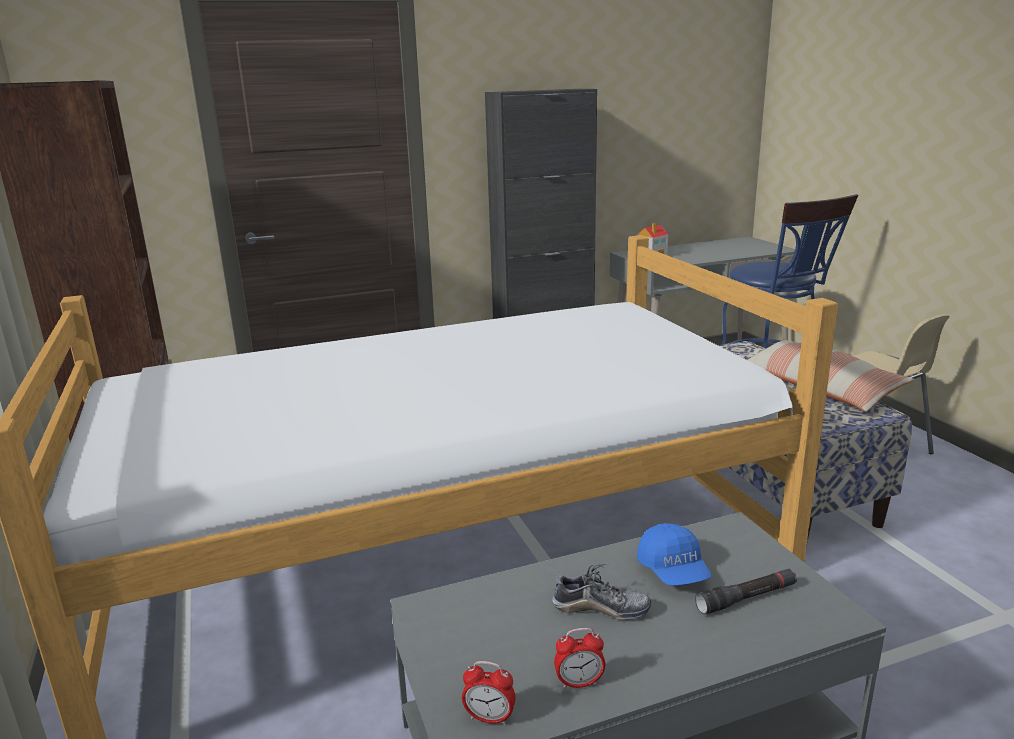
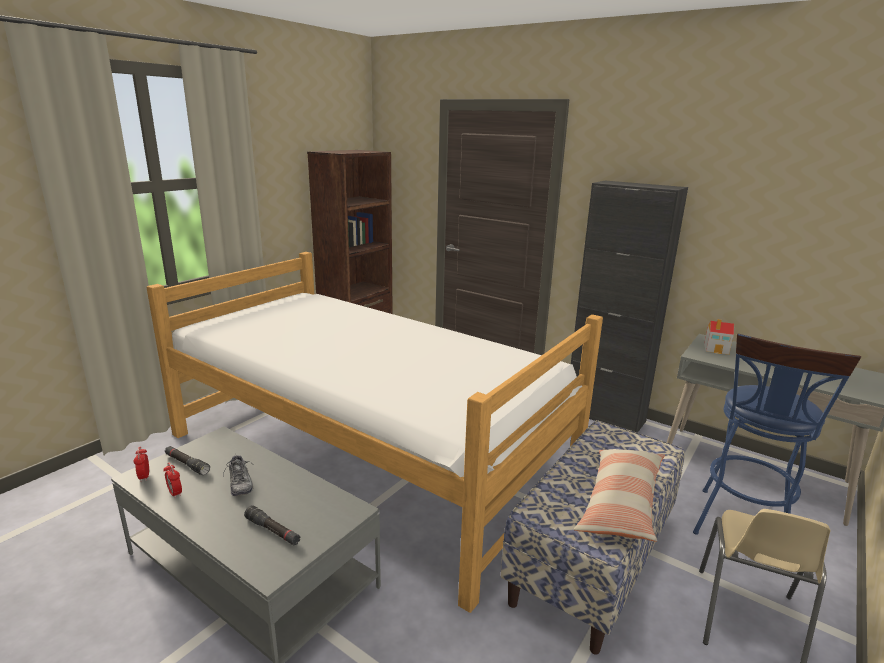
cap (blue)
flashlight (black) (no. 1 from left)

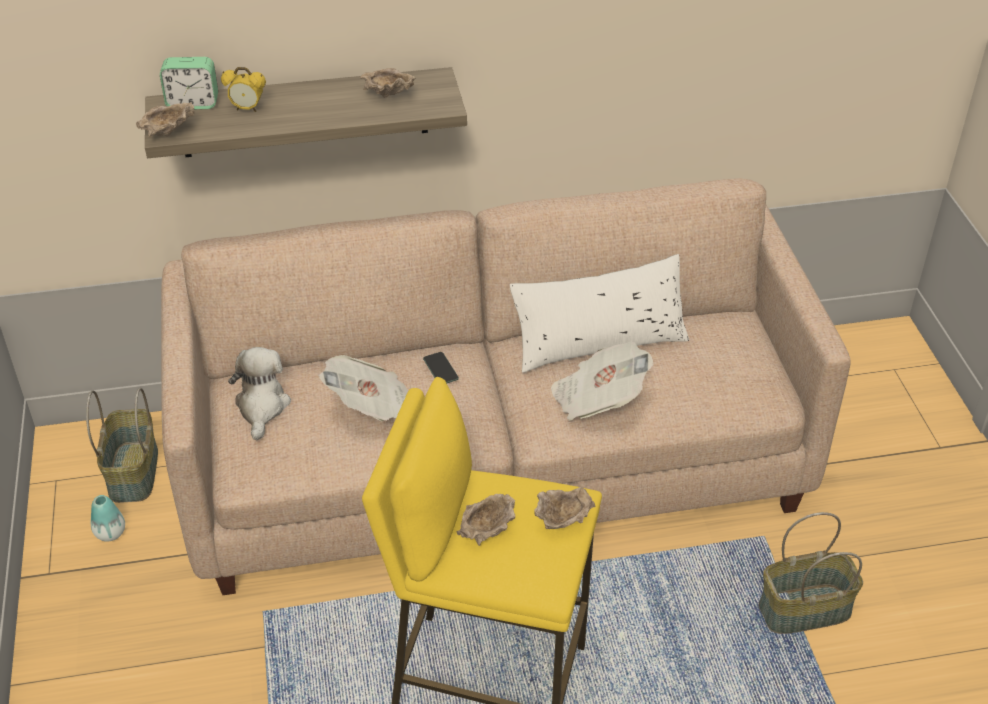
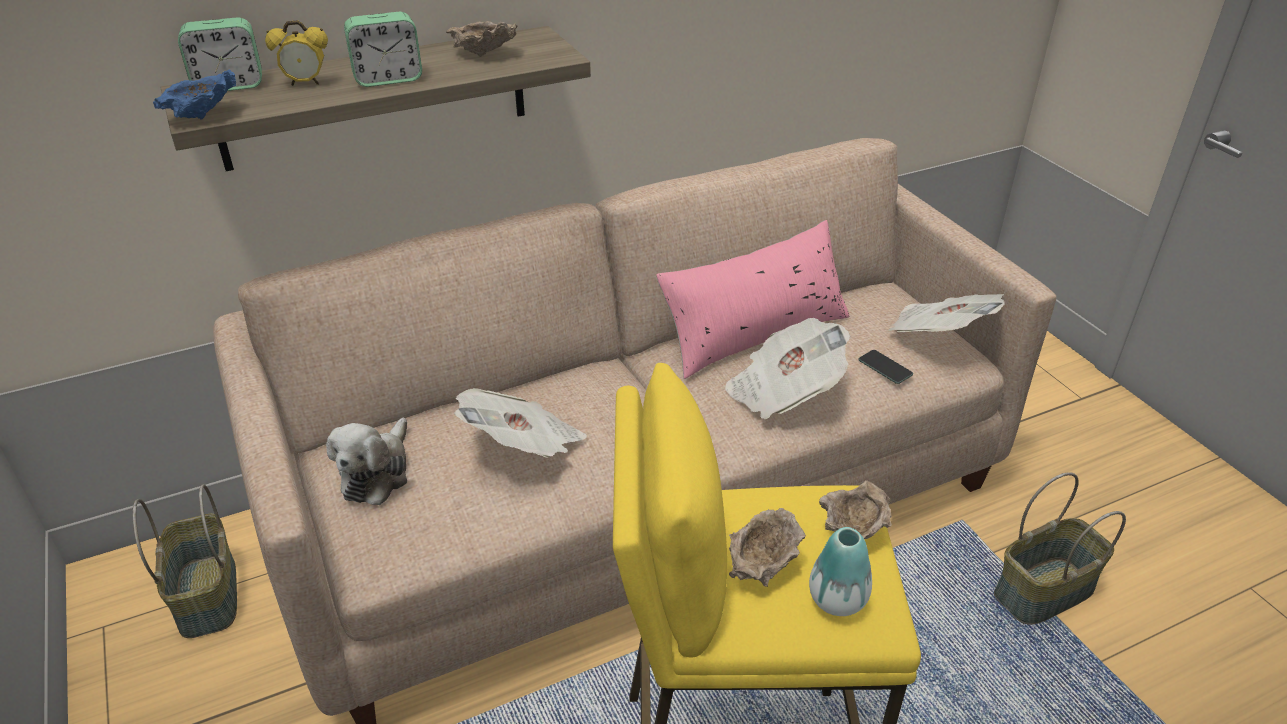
bowl (blue)
pillow (pink)
plush toy
phone
vase
alarm clock (no. 3 from left)
newspaper (no. 3 from left)

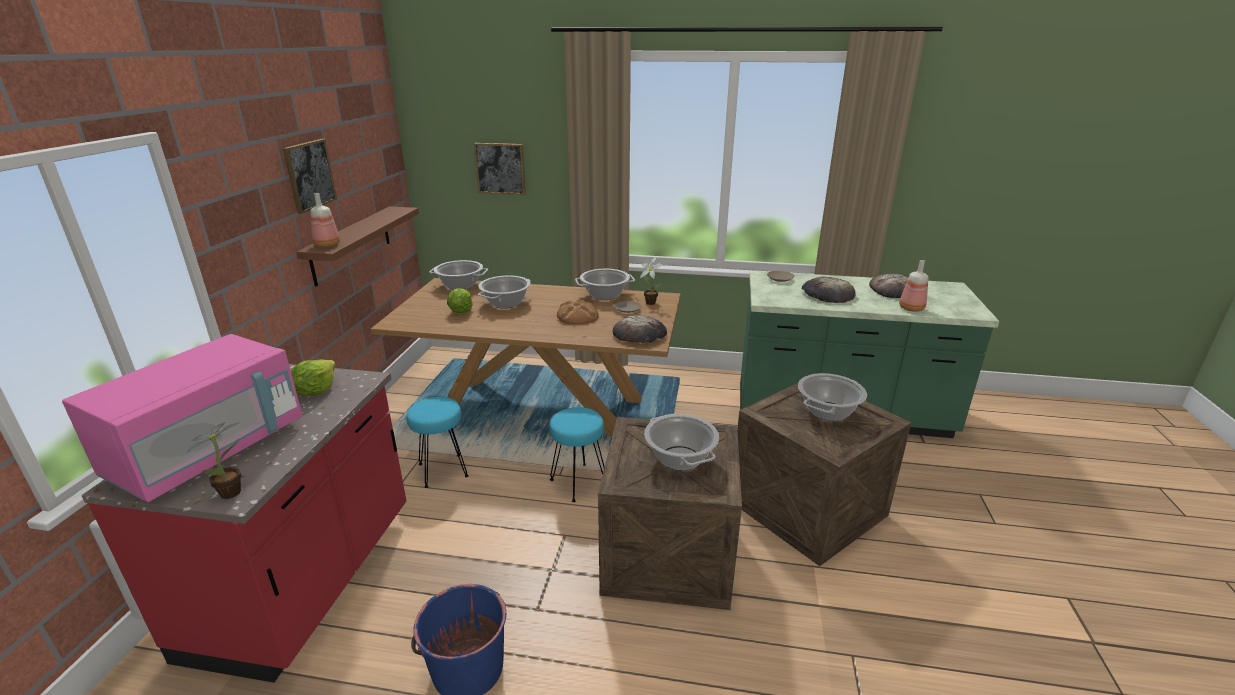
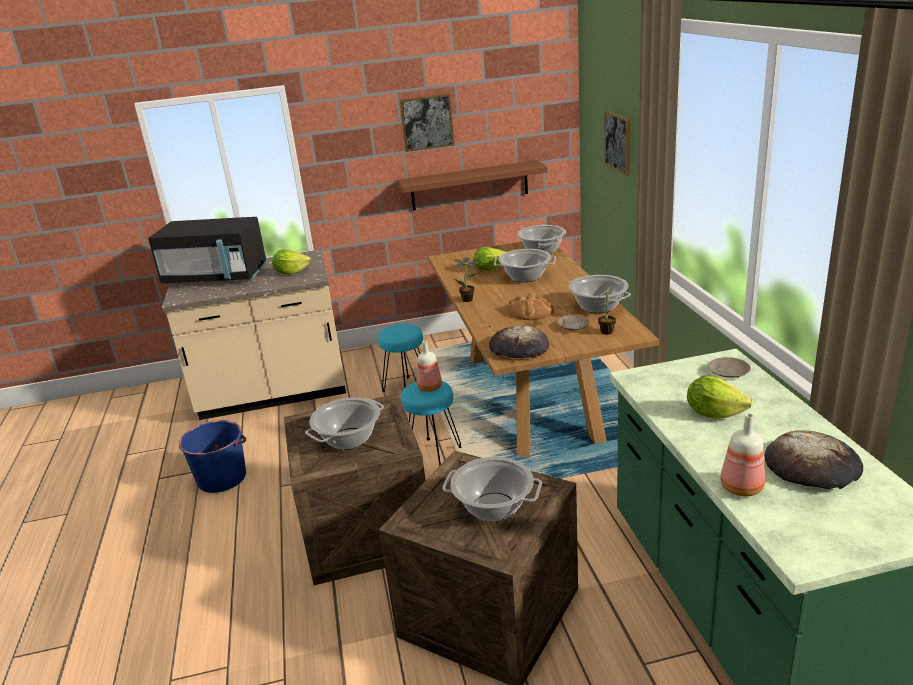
bottle (no. 1 from left)
lettuce (no. 3 from left)
microwave (black)
counter (beige)
potted plant (no. 1 from left)

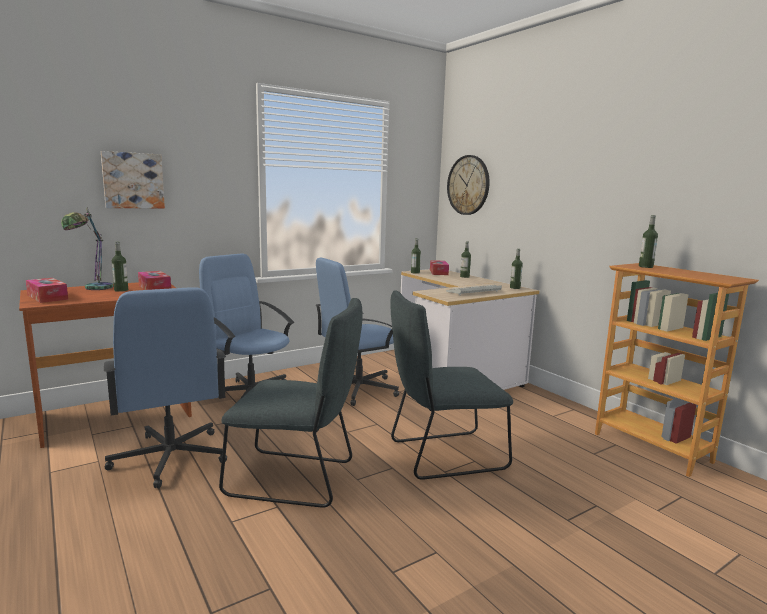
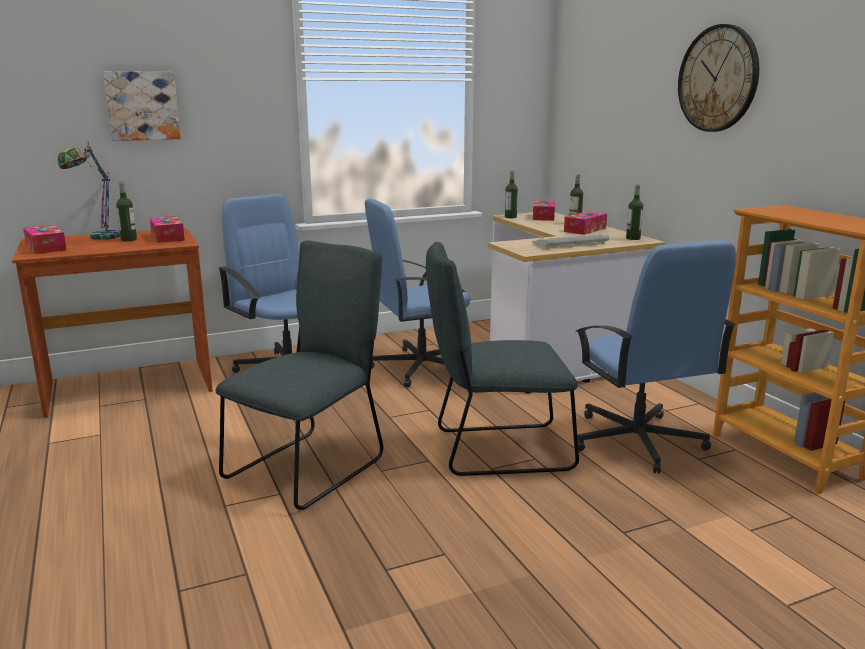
wall clock
bottle (no. 5 from left in the first image)
office chair (blue) (no. 3 from left)
chair (grey) (no. 1 from left)
tissue box (no. 4 from left)

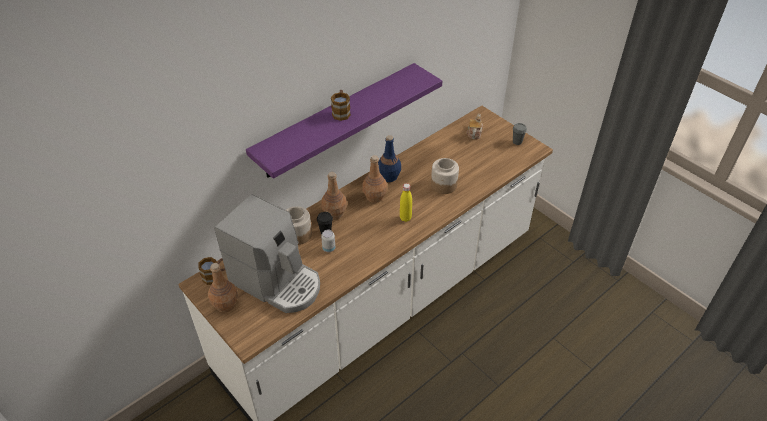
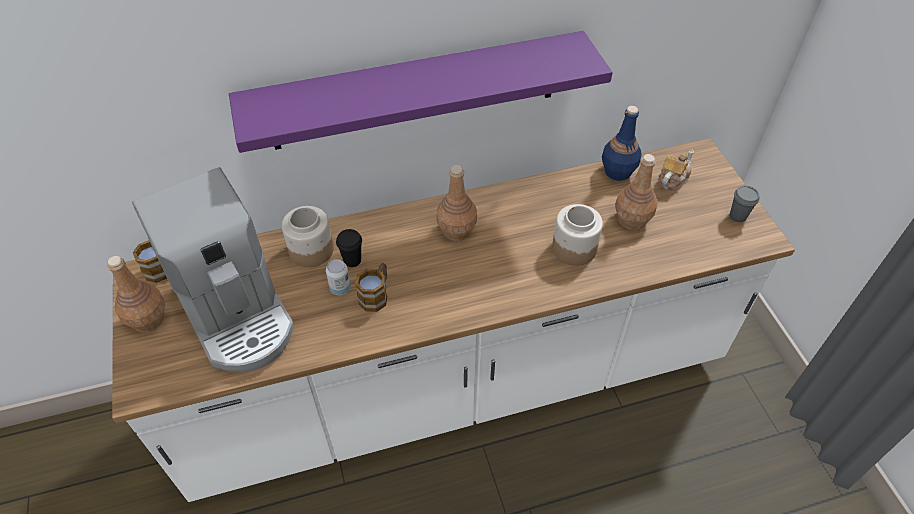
mug (no. 2 from left)
bottle (blue)
bottle (brown) (no. 3 from left)
bottle (yellow)

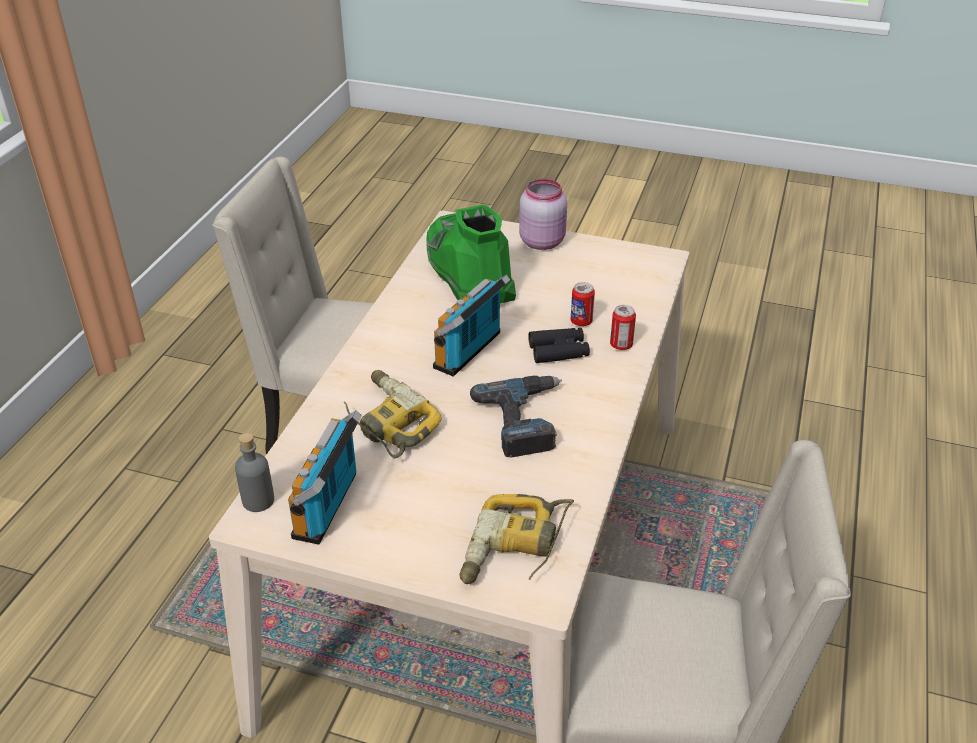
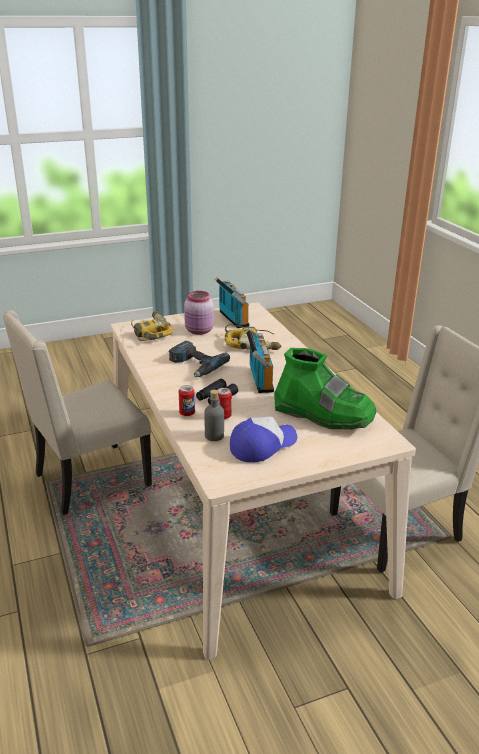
jar (pink)
bottle (grey)
cap

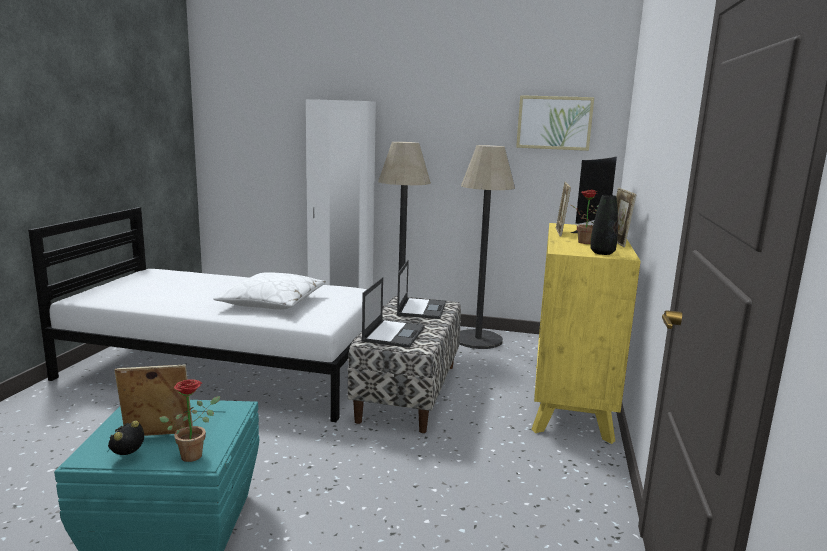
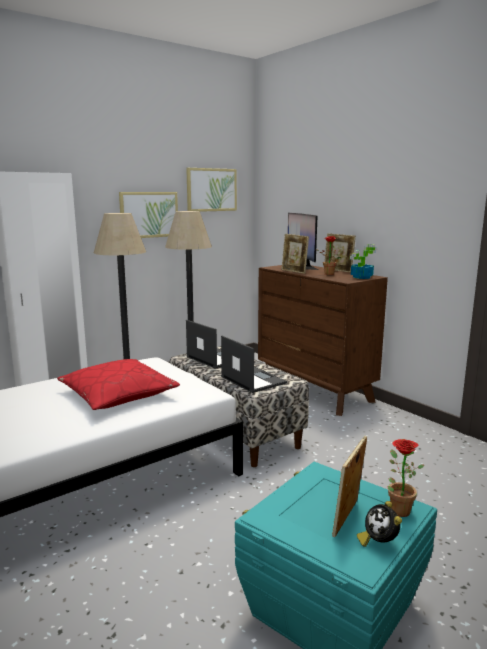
potted plant (no. 2 from left)
dresser (brown)
pillow (red)
picture (no. 1 from left)

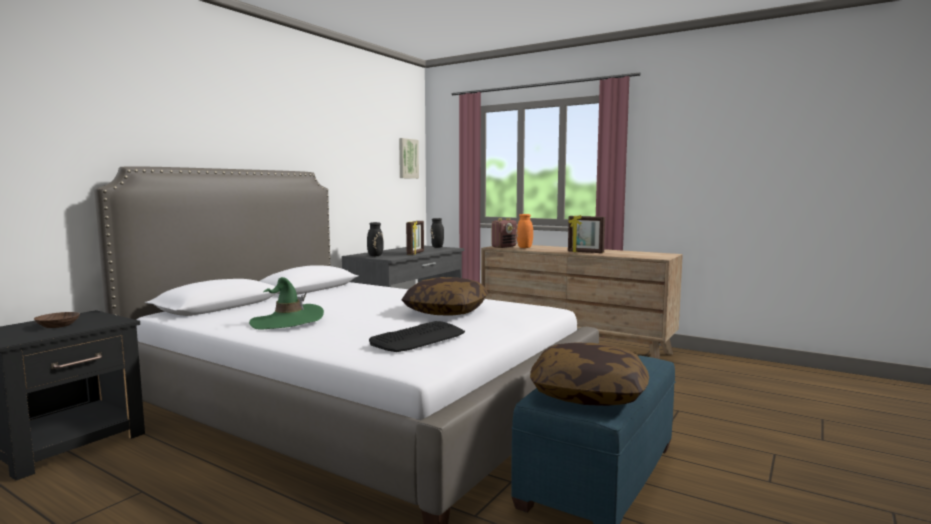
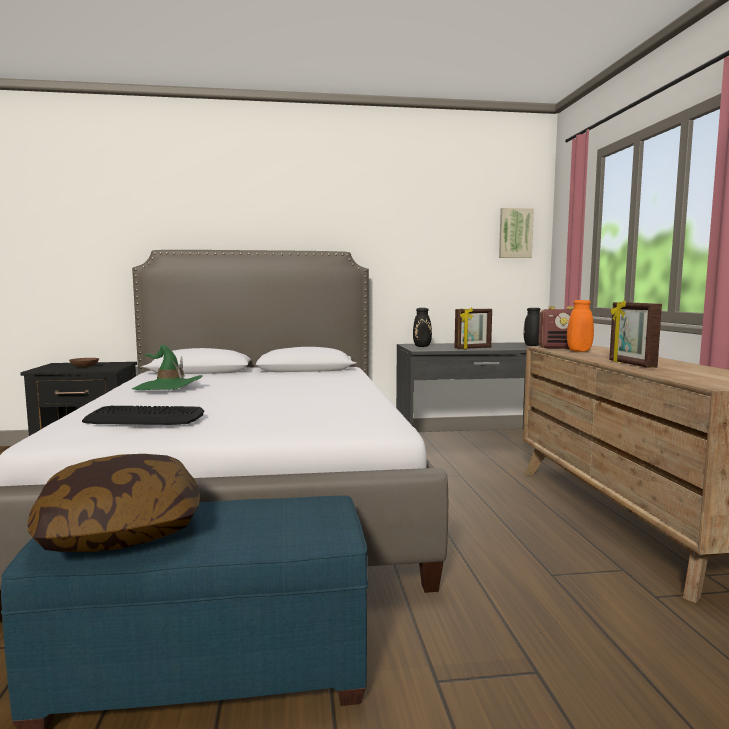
pillow (no. 1 from left in the first image)

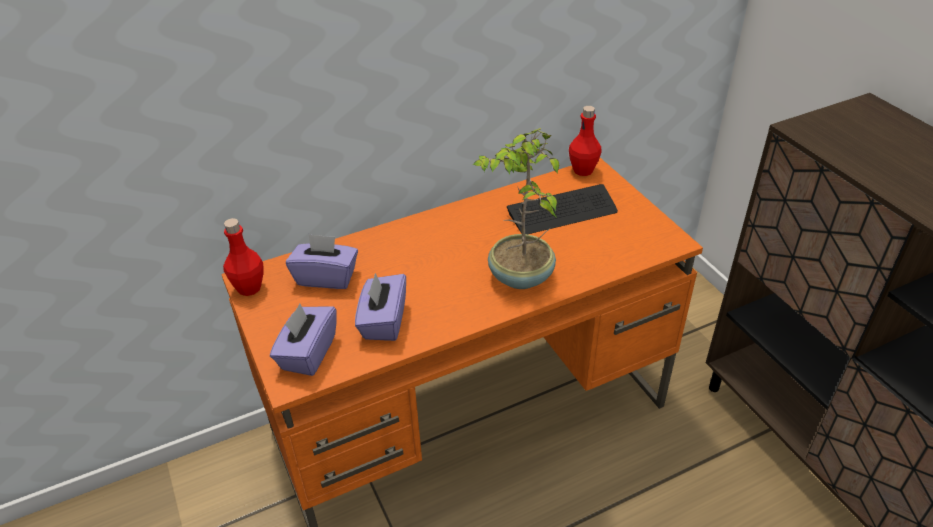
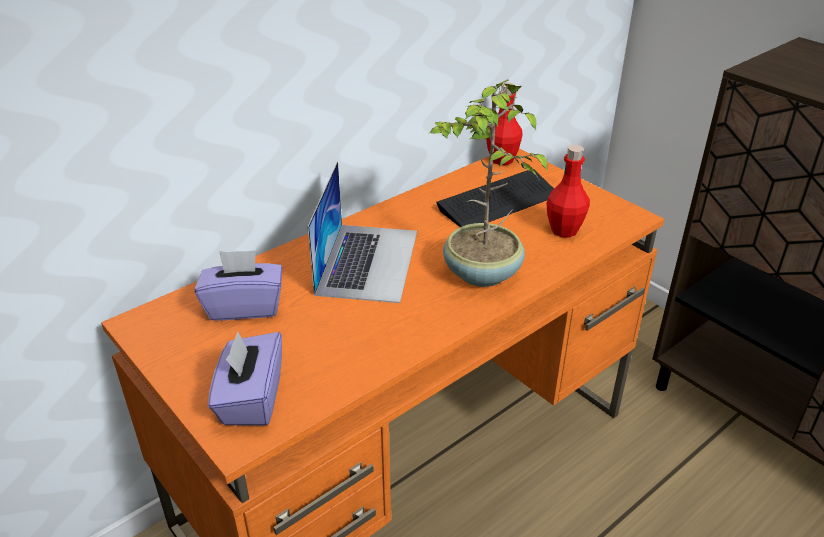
bottle (red) (no. 2 from left)
tissue box (purple) (no. 3 from left in the first image)
laptop

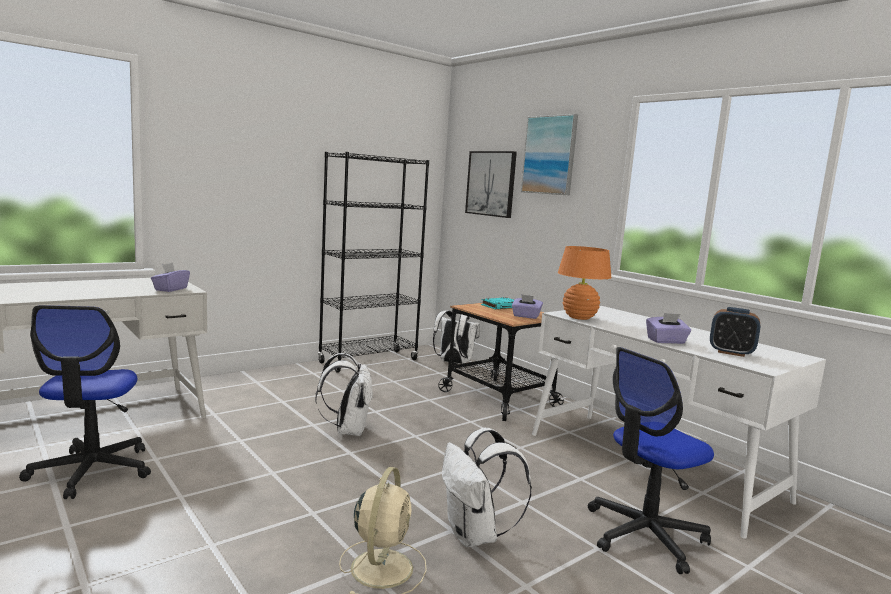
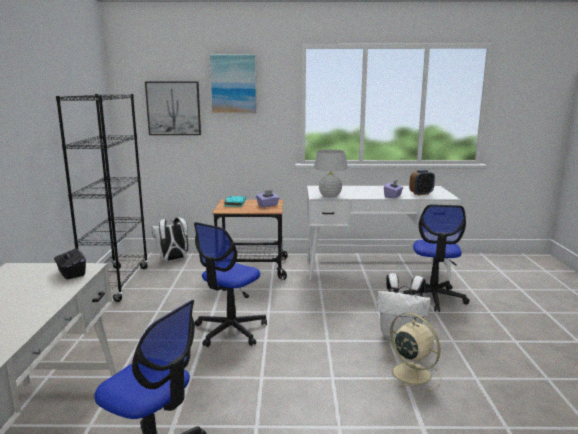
table lamp (white)
tissue box (black)
office chair (no. 2 from left)

